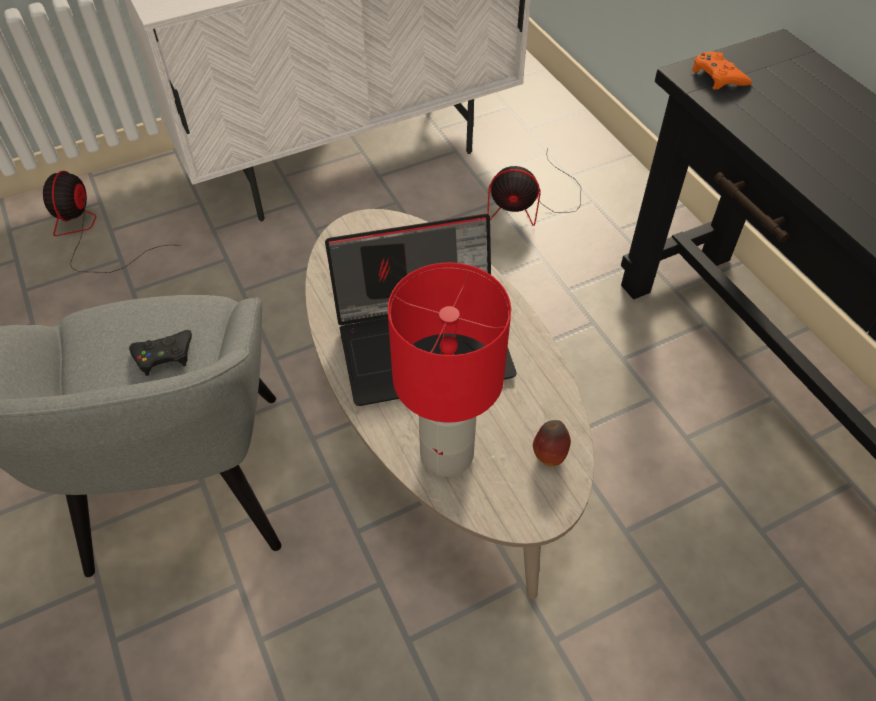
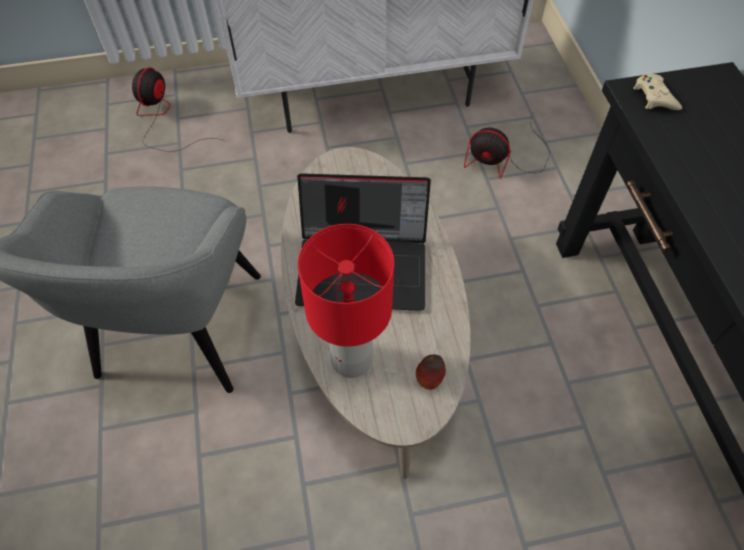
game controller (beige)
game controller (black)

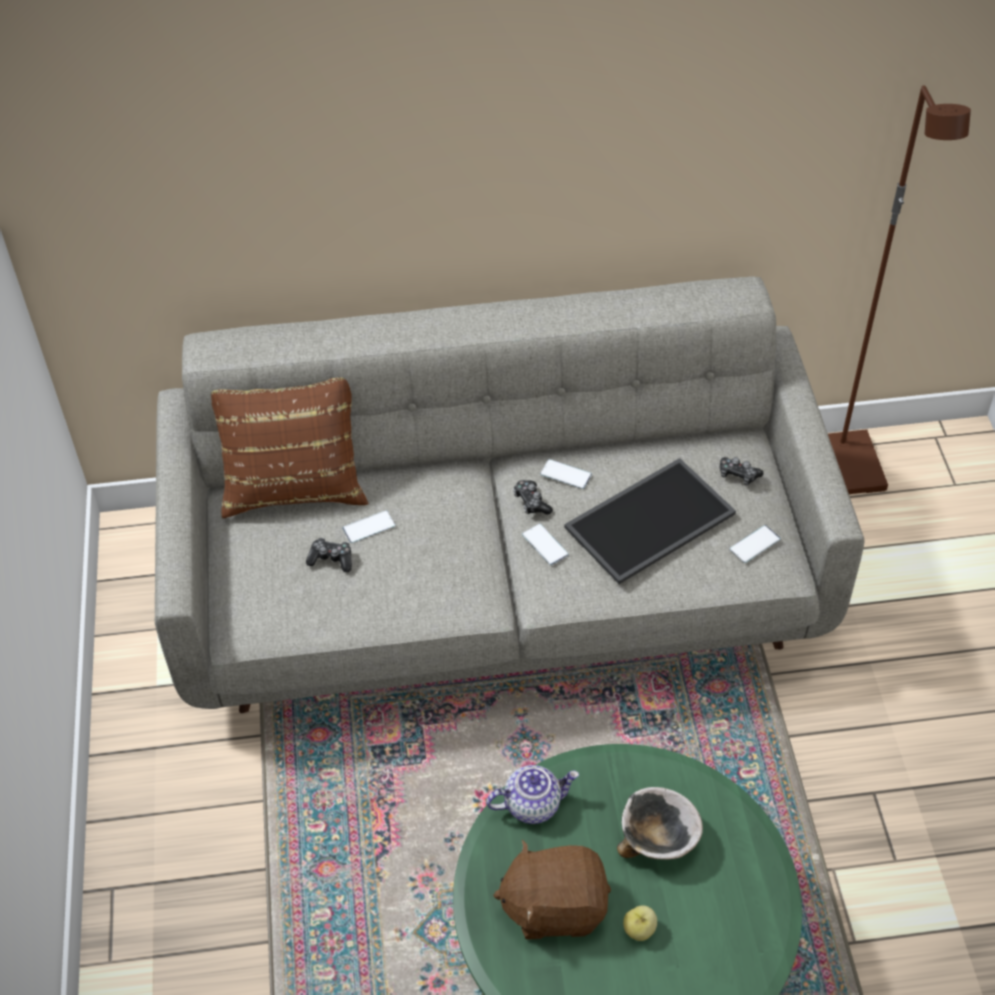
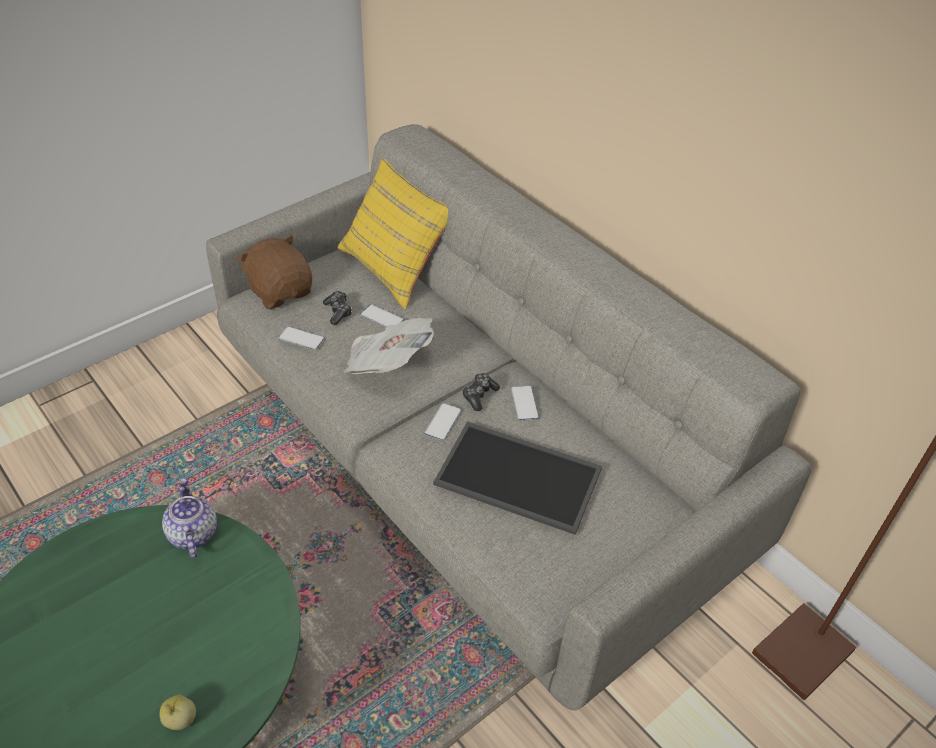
pillow (yellow)
game controller (no. 3 from left in the first image)
phone (no. 1 from left)
teapot
bowl
plush toy (brown)
apple
newspaper

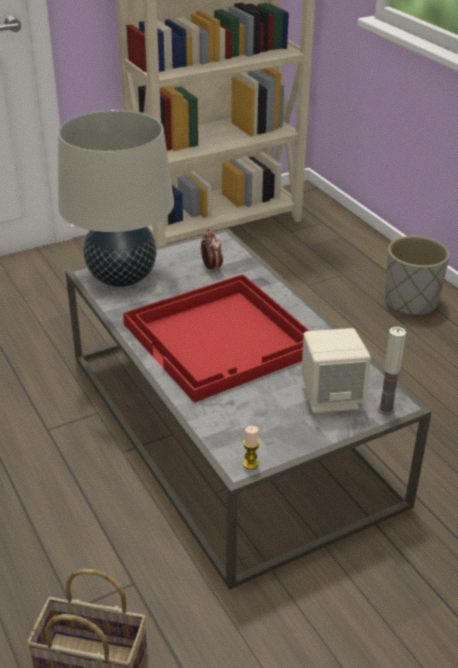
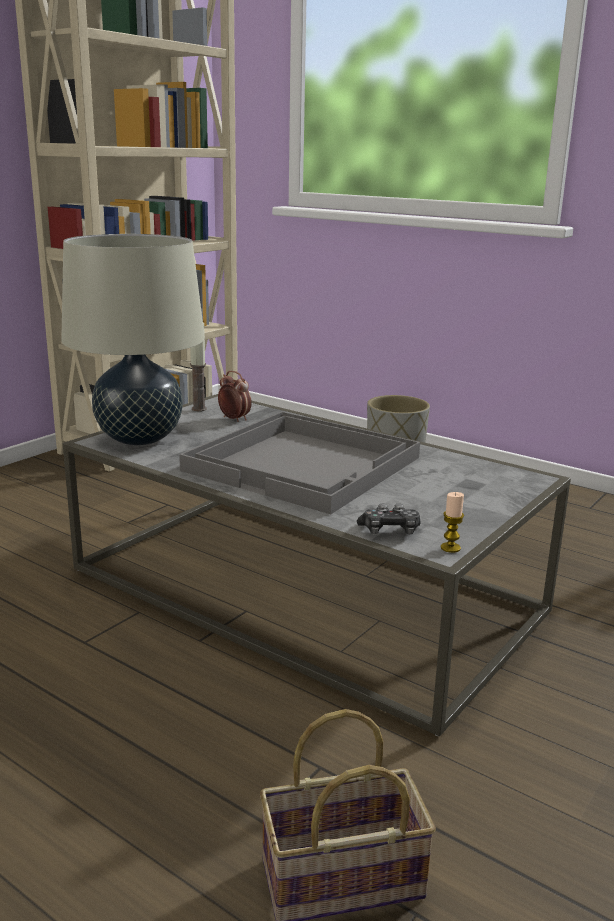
tray (grey)
candle (no. 1 from left)
speaker (beige)
game controller

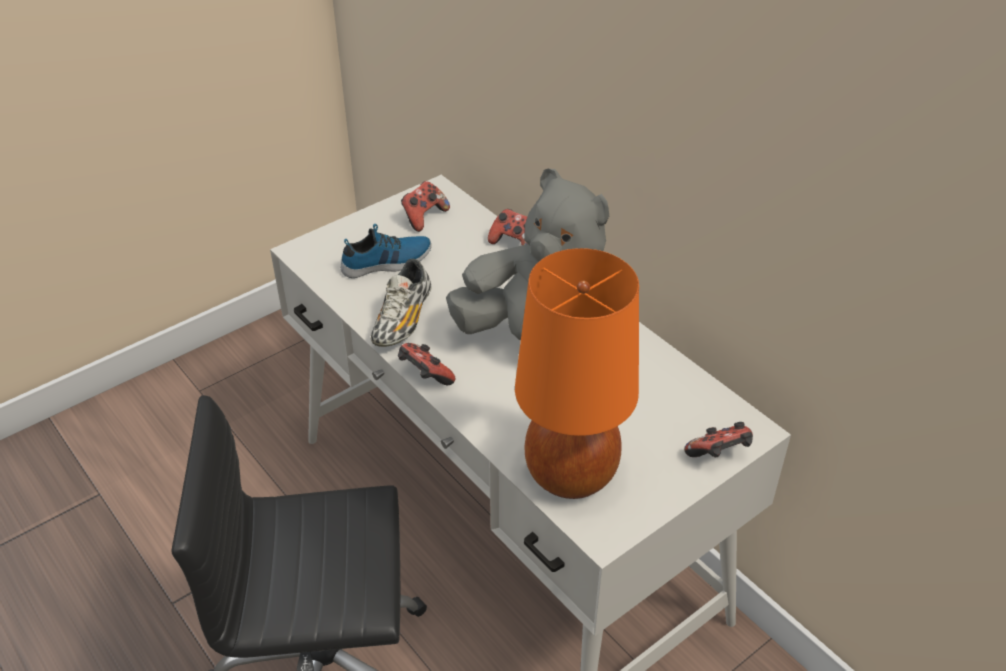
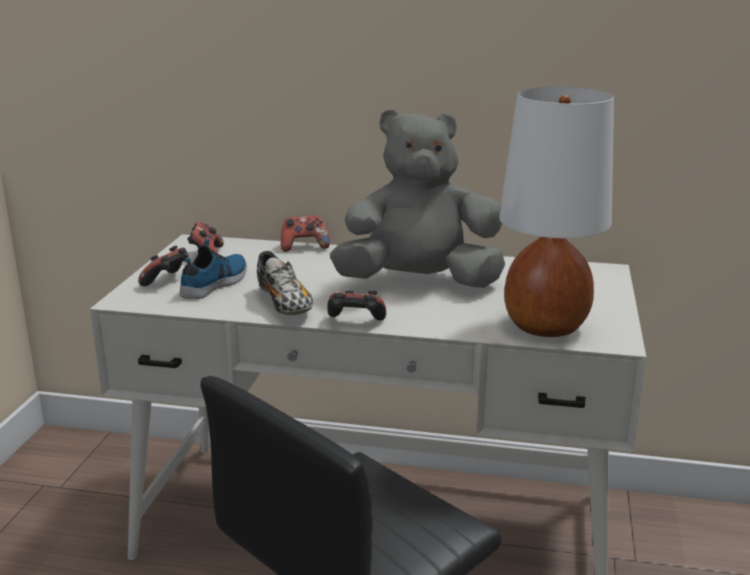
table lamp (white)
game controller (no. 1 from left)

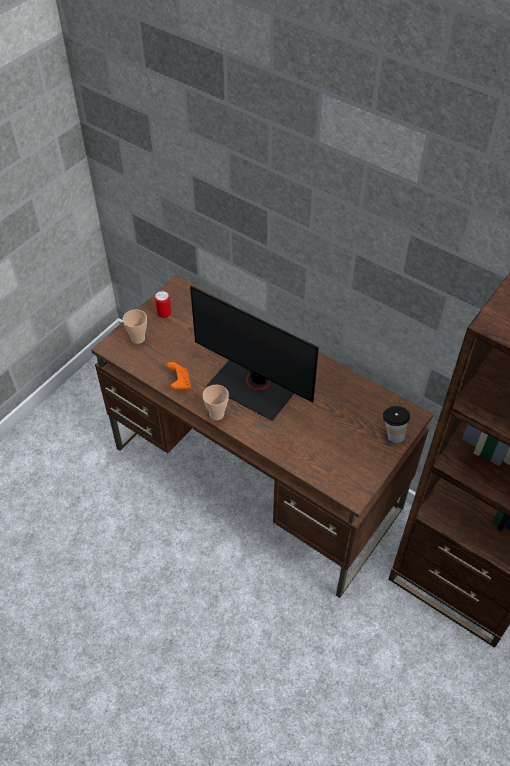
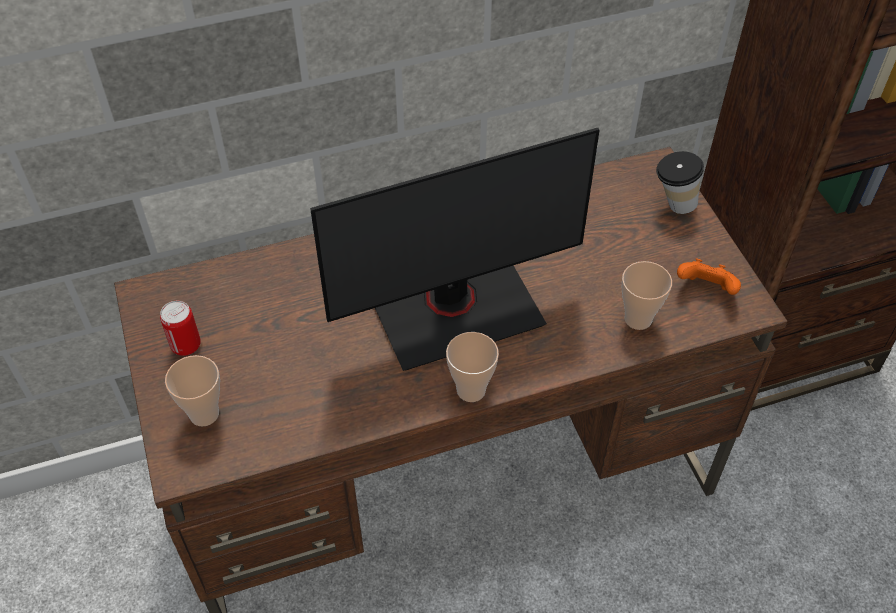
game controller (orange)
cup (no. 3 from left)

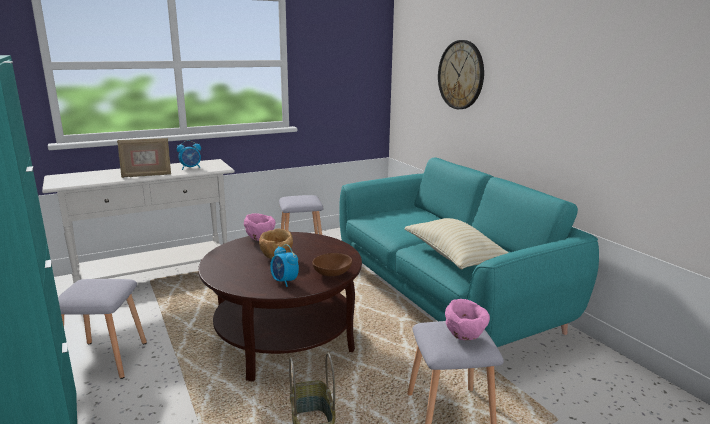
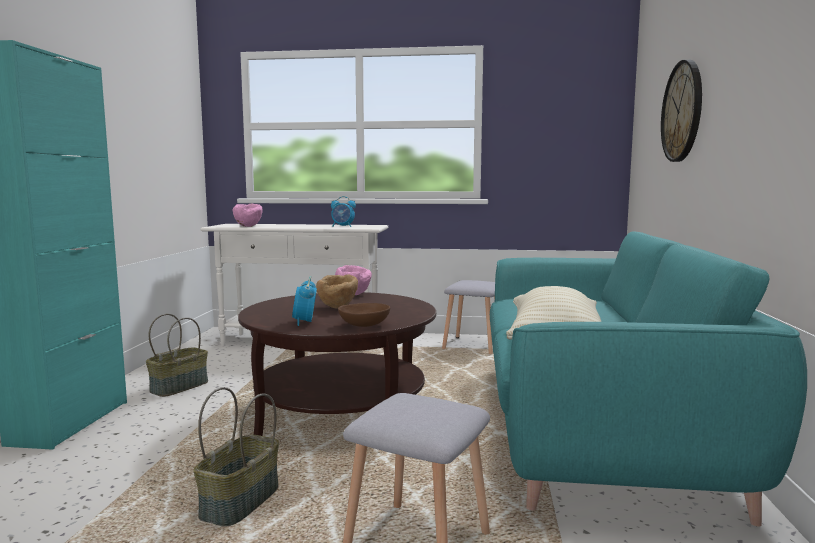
picture frame
basket (no. 1 from left)
bowl (pink) (no. 1 from left)

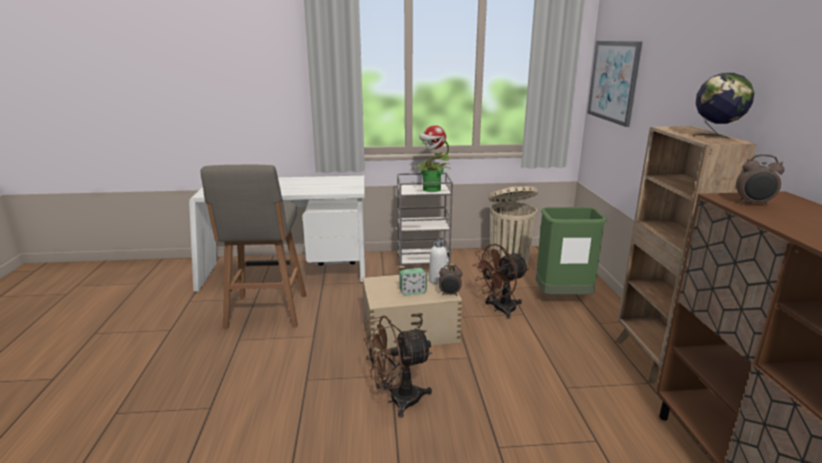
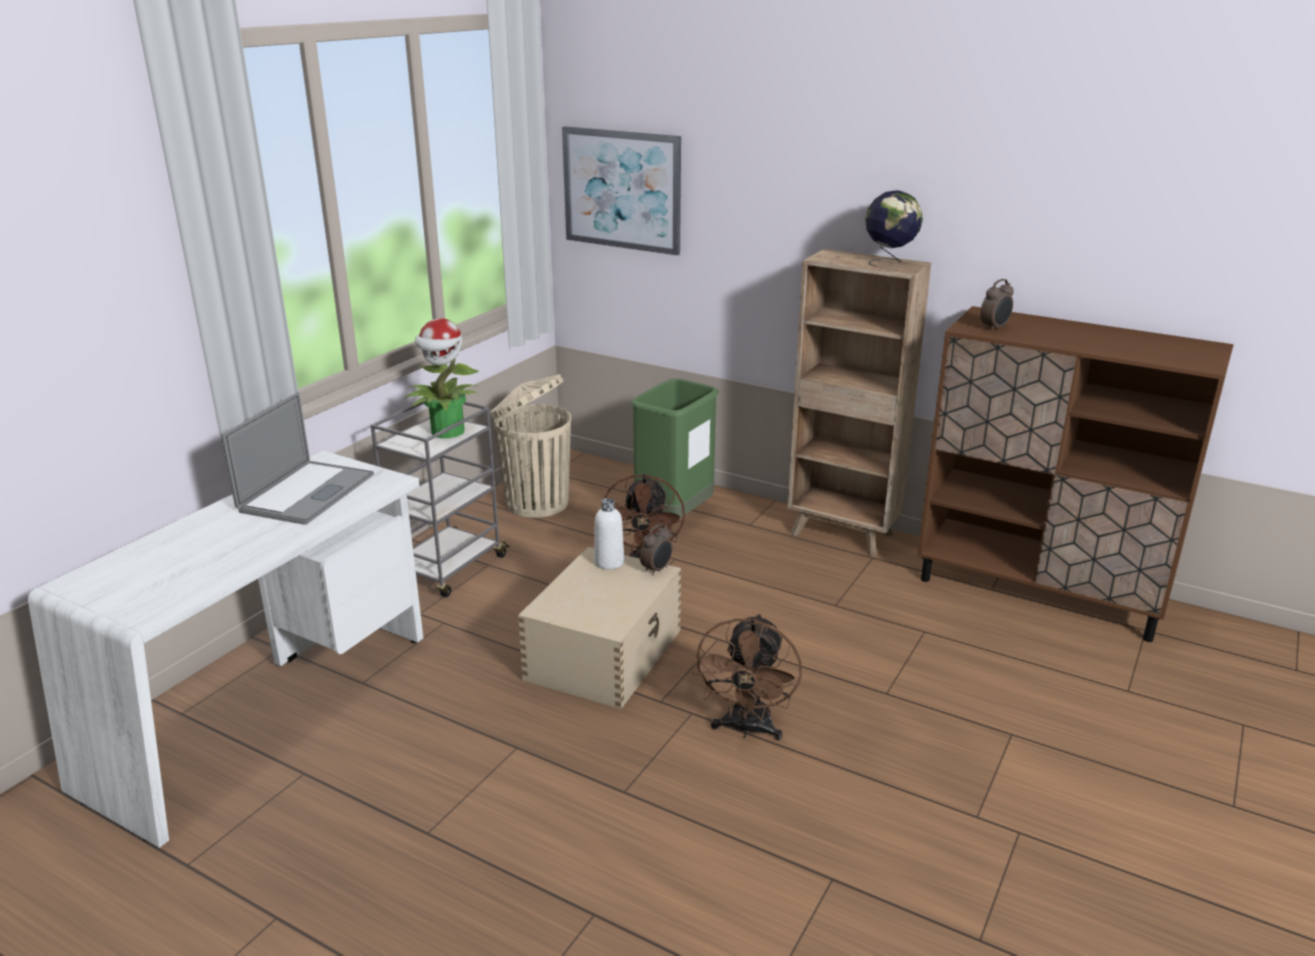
stool (grey)
alarm clock (no. 1 from left in the first image)
laptop

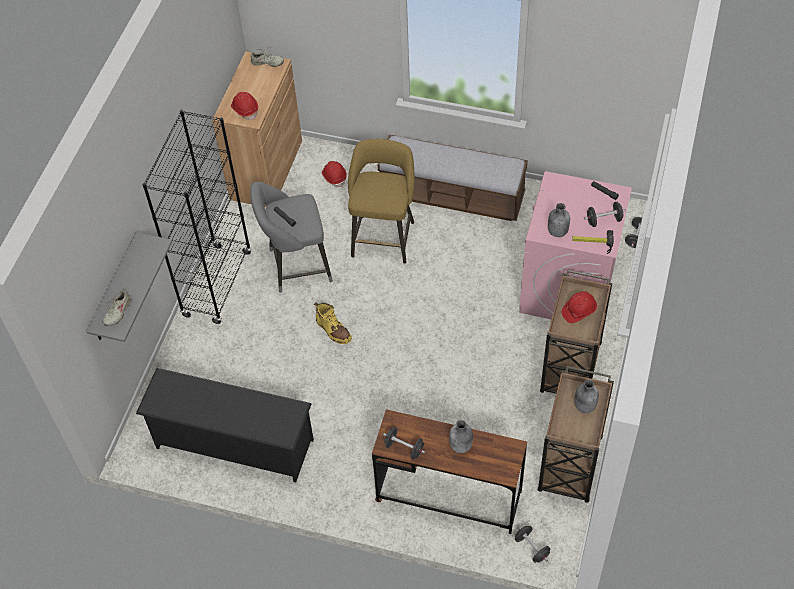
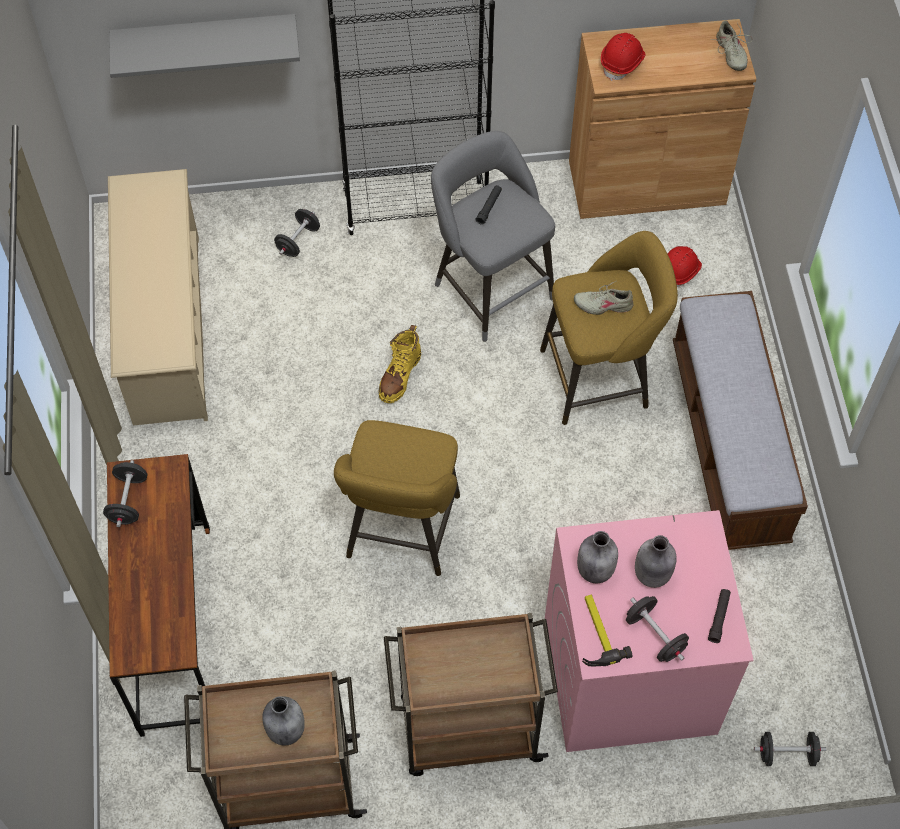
shoe (beige) (no. 1 from left)
hard hat (red) (no. 3 from left in the first image)
shoe rack (beige)
bottle (grey) (no. 3 from left)
dumbbell (black) (no. 2 from left)
stool (yellow) (no. 1 from left)

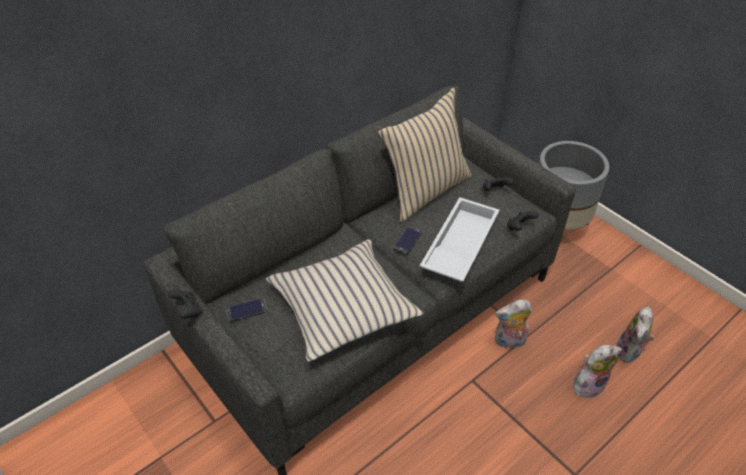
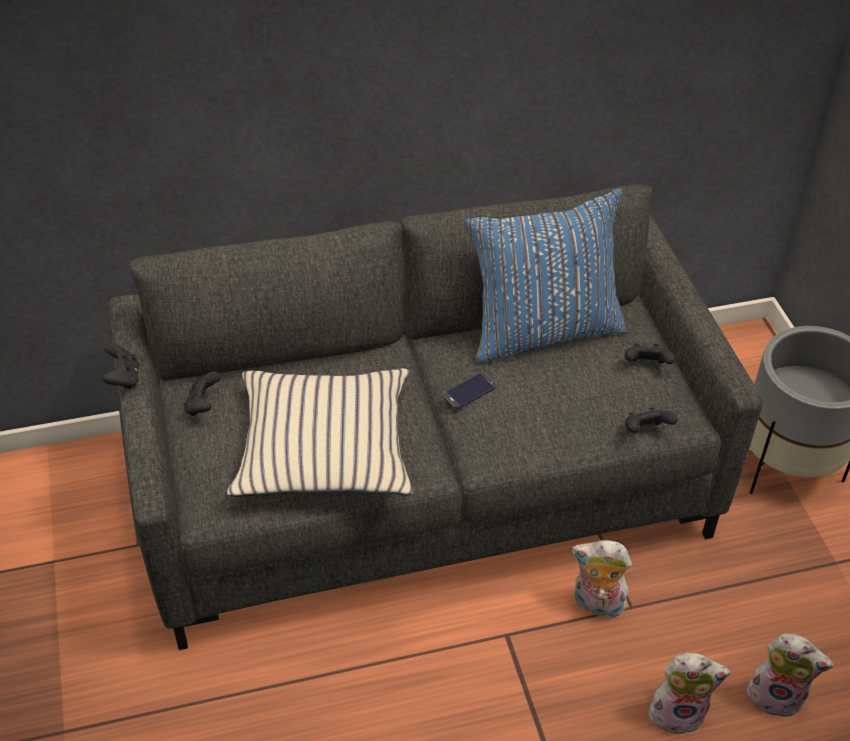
pillow (blue)
tray (white)
game controller (black) (no. 2 from left)
plush toy (no. 3 from left)

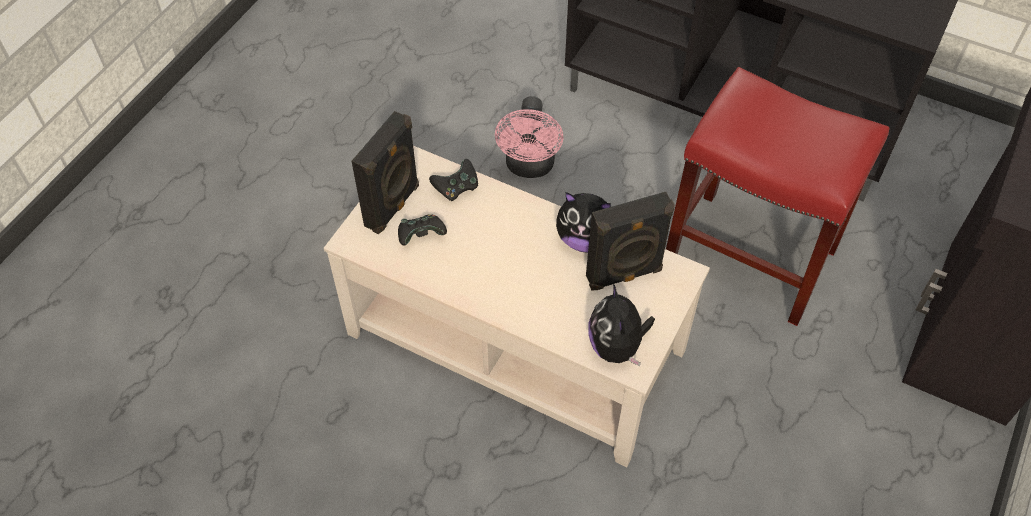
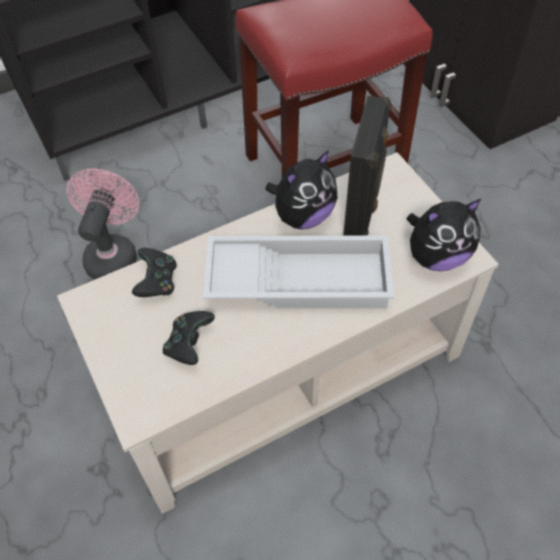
fan (pink)
speaker (black) (no. 1 from left in the first image)
plush toy (no. 2 from left)
tray (white)

